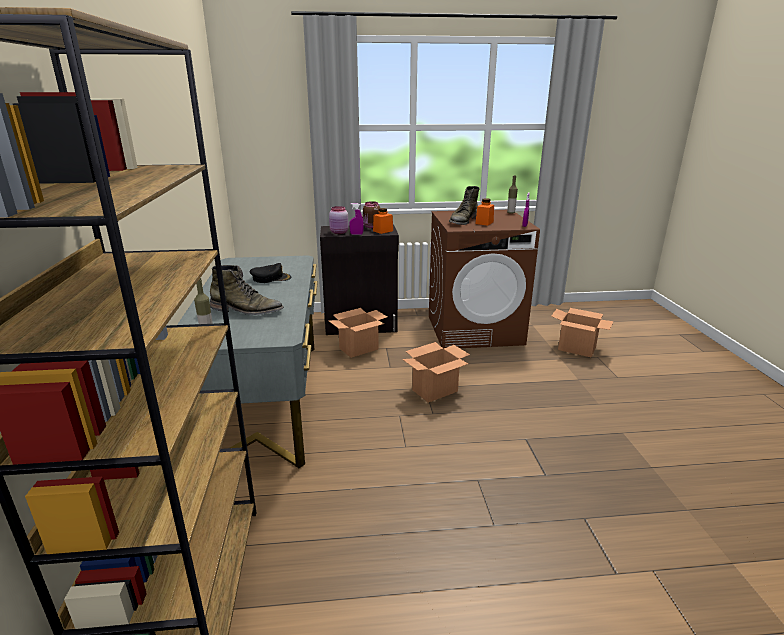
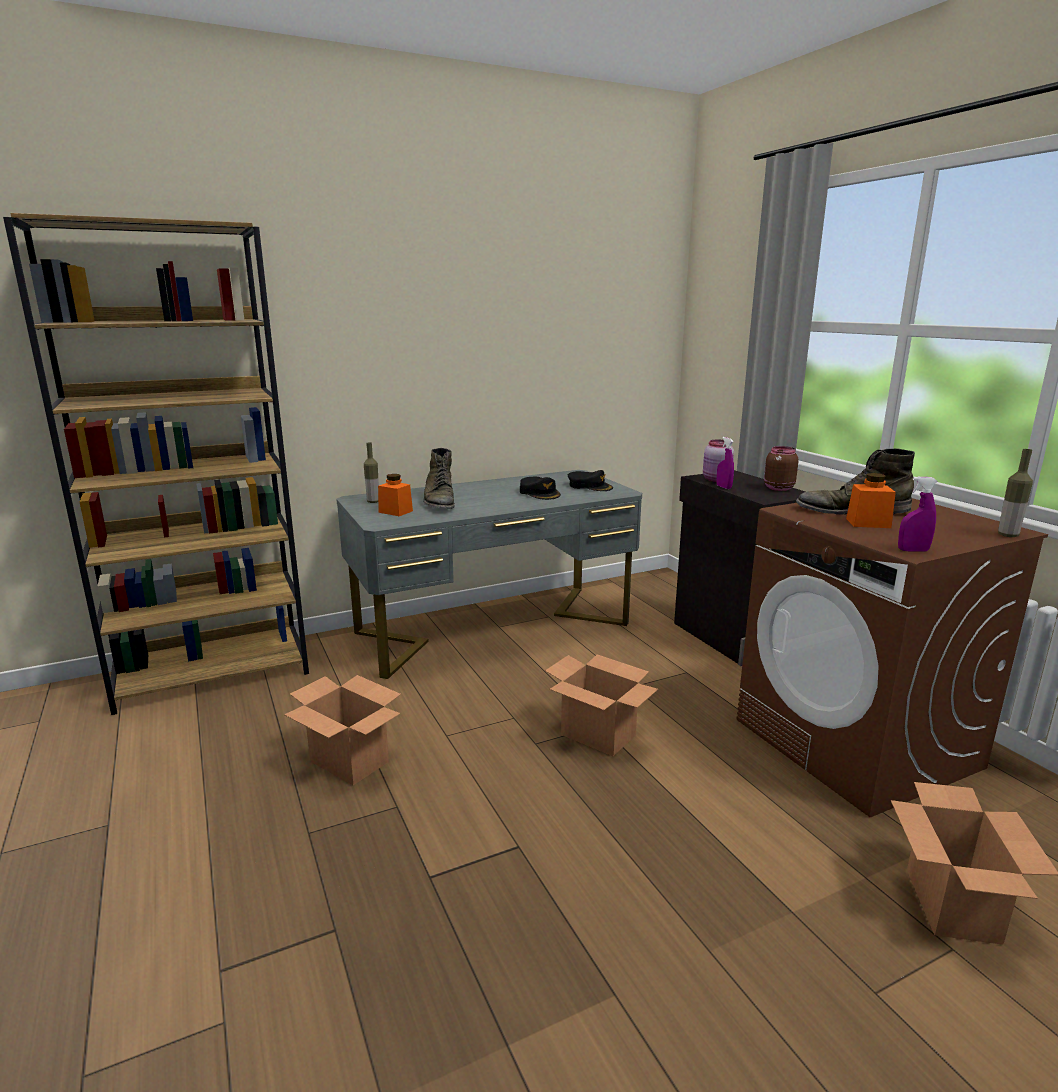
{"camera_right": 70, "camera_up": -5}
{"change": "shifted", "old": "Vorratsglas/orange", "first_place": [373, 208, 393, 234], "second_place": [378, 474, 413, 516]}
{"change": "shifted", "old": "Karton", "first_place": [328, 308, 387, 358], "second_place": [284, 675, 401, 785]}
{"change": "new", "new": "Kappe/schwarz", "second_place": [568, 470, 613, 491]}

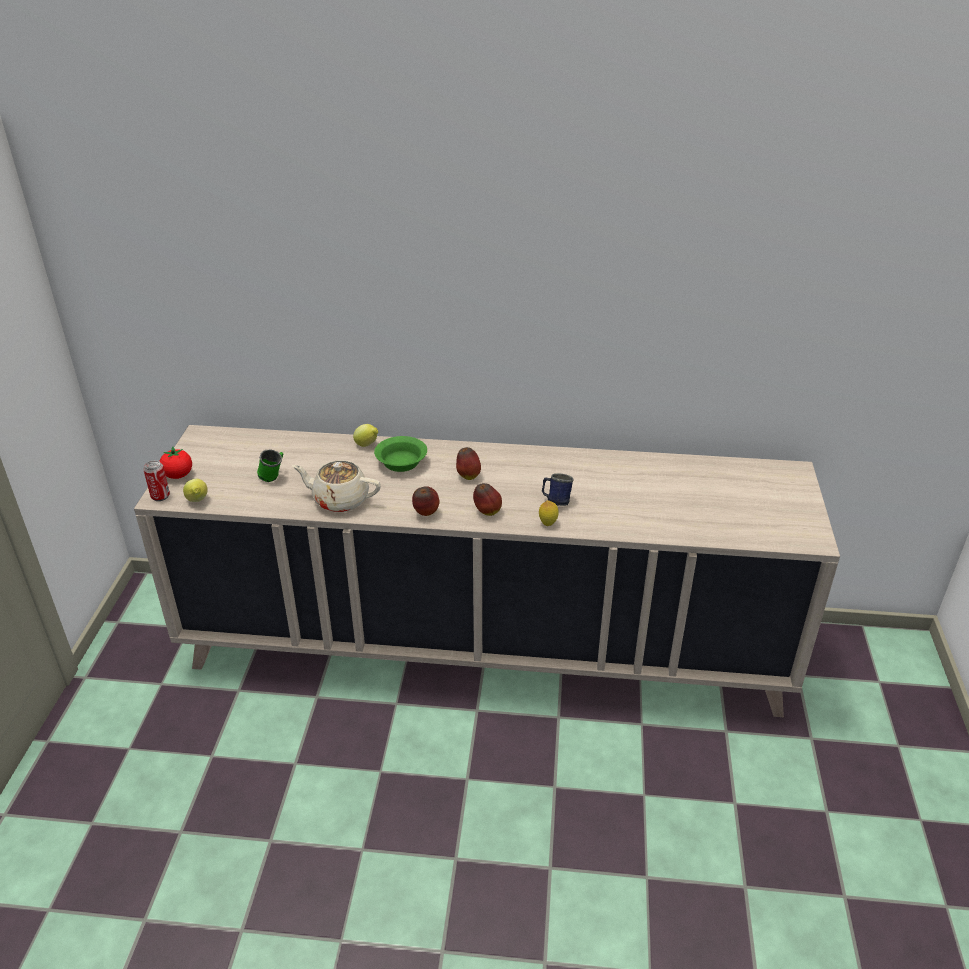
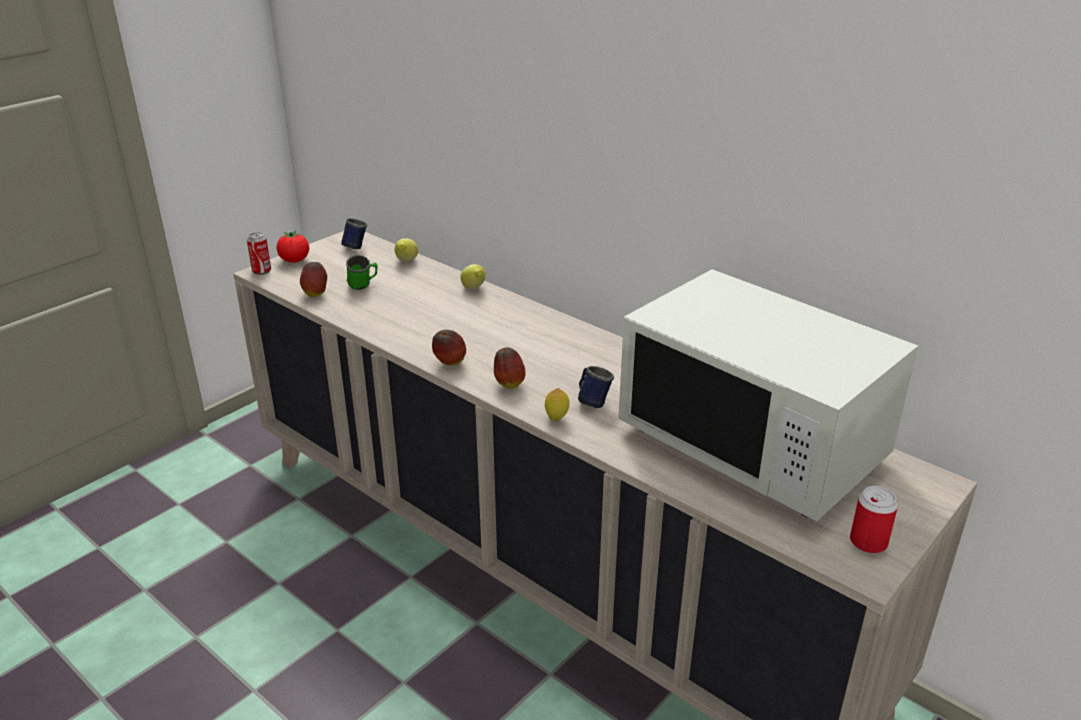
{"camera_right": 35, "camera_up": -5}
{"change": "gone", "old": "Schüssel/grün", "first_place": [374, 436, 427, 472]}
{"change": "shifted", "old": "Apfel", "first_place": [456, 447, 481, 480], "second_place": [300, 262, 327, 297]}
{"change": "gone", "old": "Teekanne/beige", "first_place": [292, 460, 381, 512]}
{"change": "shifted", "old": "Zitrone", "first_place": [183, 479, 208, 502], "second_place": [395, 238, 418, 262]}
{"change": "new", "new": "Henkelbecher/blau", "second_place": [341, 218, 367, 249]}
{"change": "new", "new": "Mikrowelle/weiß", "second_place": [618, 269, 918, 522]}
{"change": "new", "new": "Dose", "second_place": [850, 486, 898, 554]}

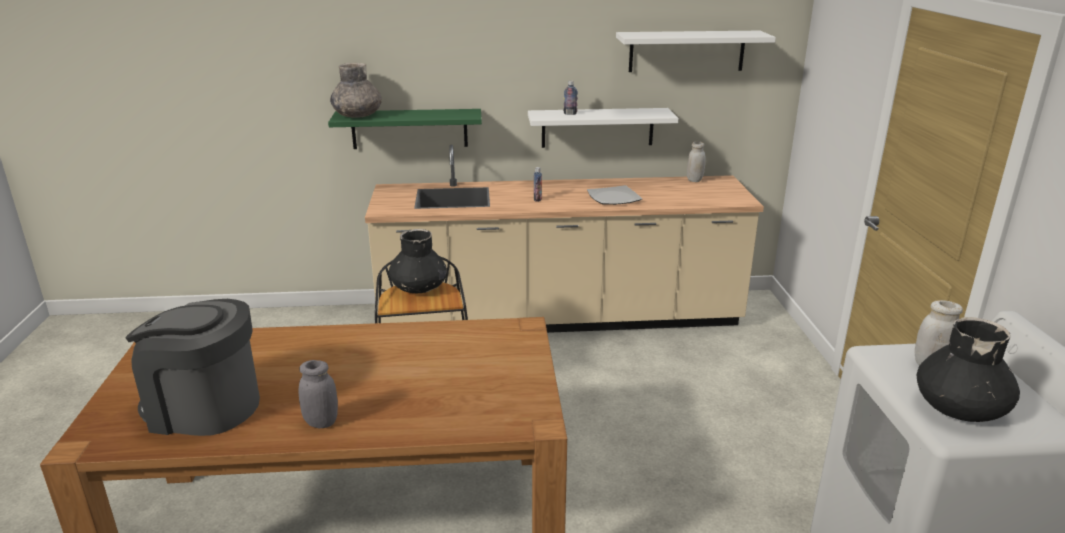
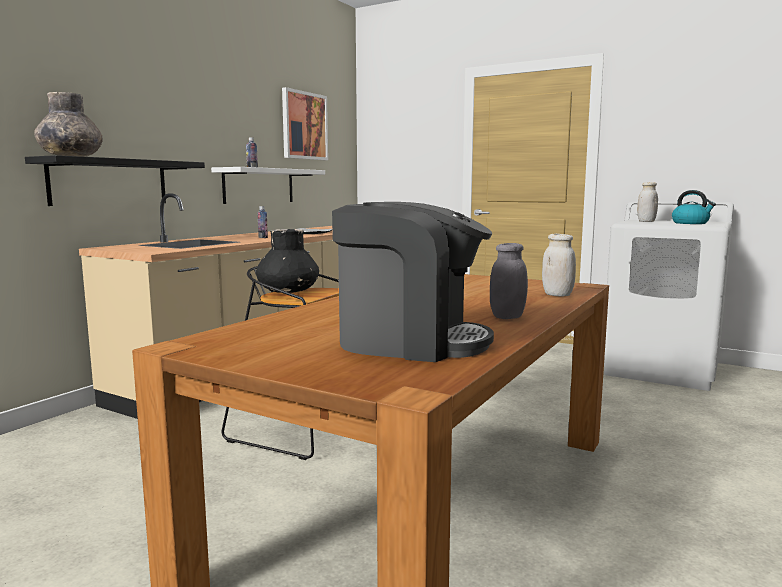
{"camera_right": -55, "camera_up": -15}
{"change": "swapped", "old": "Wandregal/weiß", "new": "Bild", "first_place": [616, 31, 776, 72], "second_place": [282, 87, 328, 160]}
{"change": "repainted", "old": "Wandregal/grün", "new": "Wandregal/schwarz", "first_place": [328, 109, 482, 149], "second_place": [25, 155, 205, 206]}
{"change": "shifted", "old": "Vorratsglas/weiß", "first_place": [687, 141, 706, 182], "second_place": [542, 234, 576, 296]}
{"change": "rotated", "old": "Kaffeemaschine", "first_place": [125, 299, 260, 436], "second_place": [332, 202, 494, 362], "degrees": -120}
{"change": "swapped", "old": "Vase/schwarz", "new": "Wasserkessel", "first_place": [917, 317, 1020, 422], "second_place": [672, 190, 716, 224]}

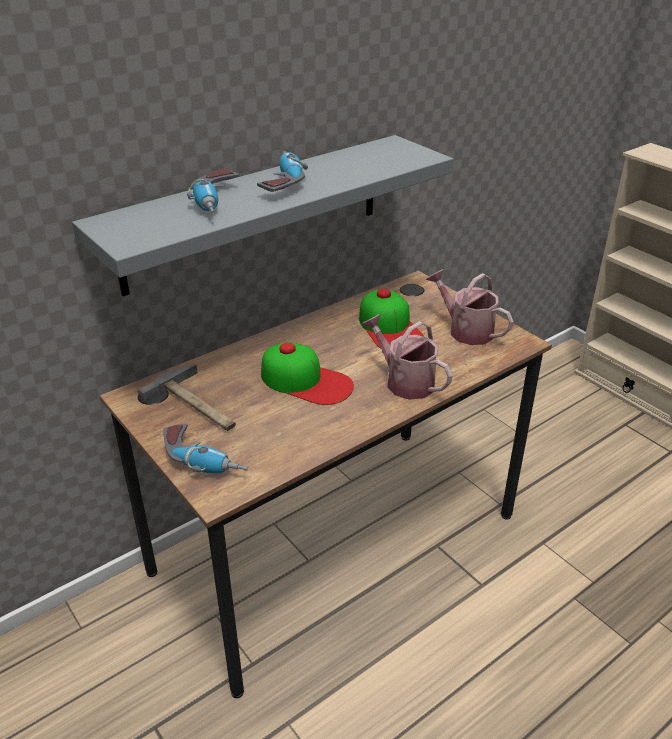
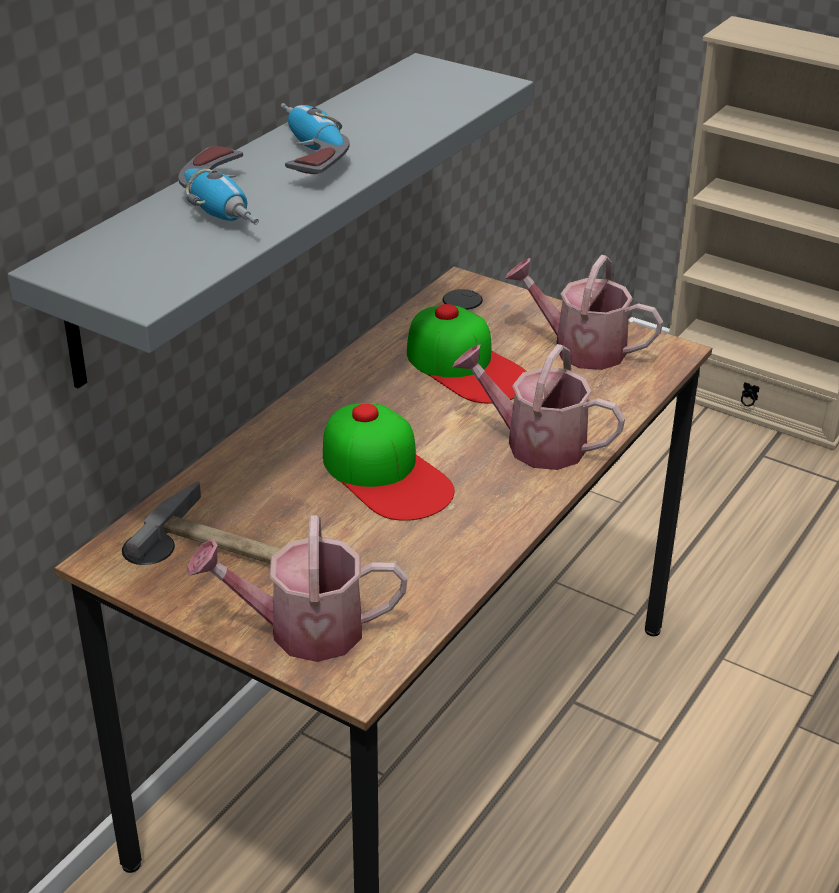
{"camera_right": -20, "camera_up": 0}
{"change": "rotated", "old": "Kappe", "first_place": [261, 342, 354, 405], "second_place": [323, 403, 455, 521], "degrees": 45}
{"change": "swapped", "old": "Bohrmaschine", "new": "Gießkanne", "first_place": [163, 423, 248, 473], "second_place": [186, 515, 407, 662]}

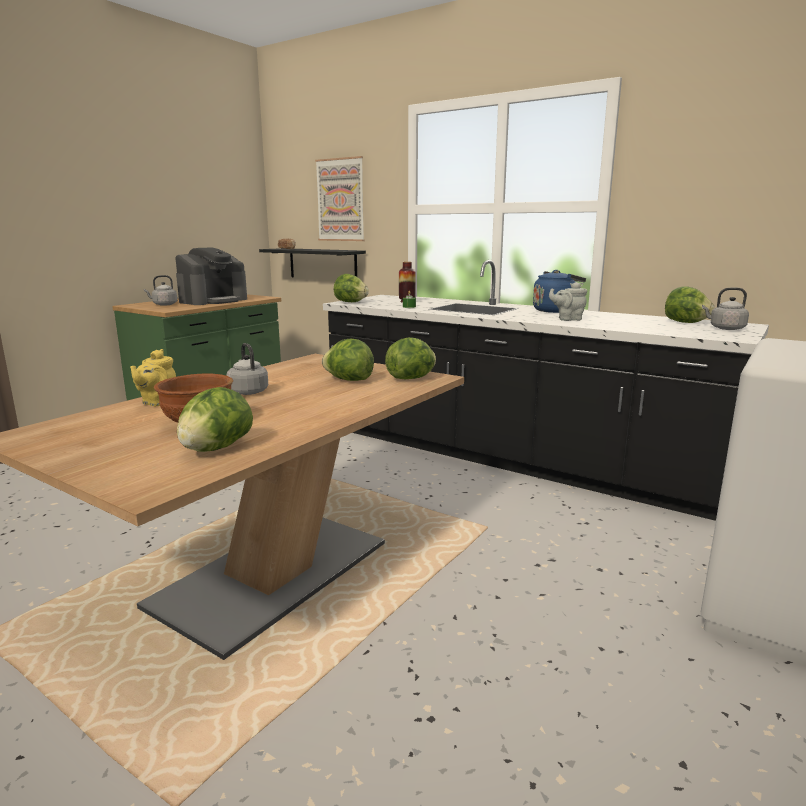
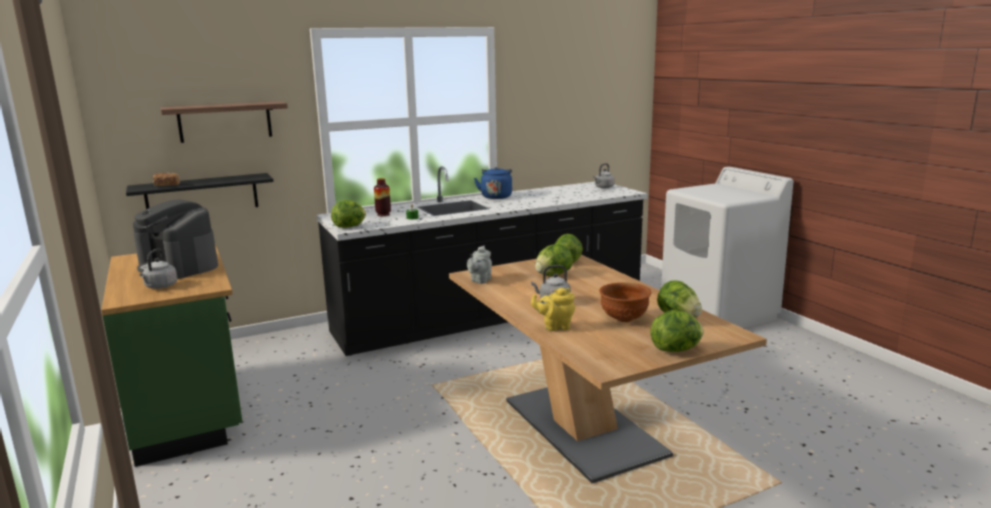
{"camera_right": -60, "camera_up": 0}
{"change": "swapped", "old": "Bild", "new": "Wandregal", "first_place": [315, 156, 365, 241], "second_place": [161, 101, 288, 143]}
{"change": "rotated", "old": "Kaffeemaschine", "first_place": [175, 247, 247, 305], "second_place": [133, 199, 218, 279], "degrees": 150}
{"change": "shifted", "old": "Teekanne/grau", "first_place": [549, 282, 587, 321], "second_place": [467, 246, 492, 284]}
{"change": "shifted", "old": "Salatkopf", "first_place": [665, 286, 714, 323], "second_place": [650, 310, 703, 352]}
{"change": "rotated", "old": "Teekanne/gelb", "first_place": [130, 349, 176, 406], "second_place": [531, 288, 575, 331], "degrees": 135}

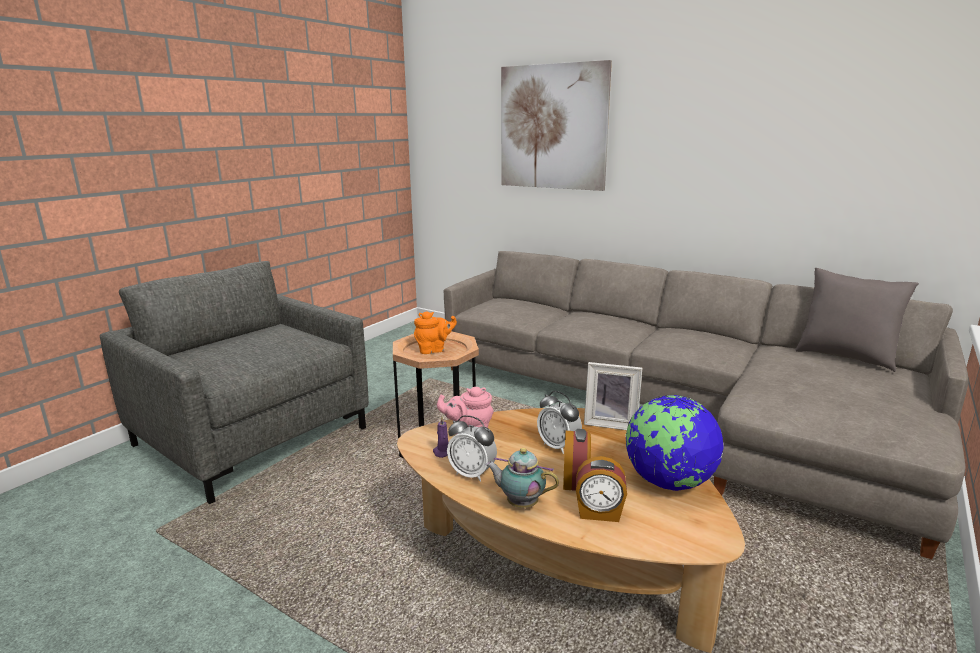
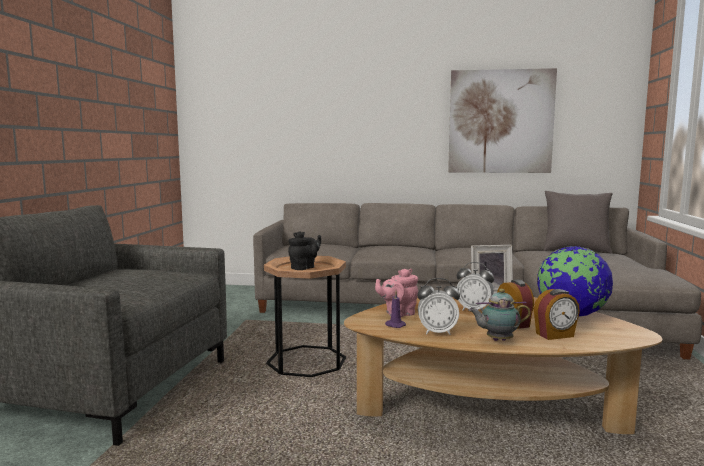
{"camera_right": -25, "camera_up": -10}
{"change": "shifted", "old": "Bild", "first_place": [501, 60, 612, 191], "second_place": [448, 68, 557, 173]}
{"change": "repainted", "old": "Teekanne/orange", "new": "Teekanne/schwarz", "first_place": [414, 311, 457, 354], "second_place": [288, 231, 321, 270]}

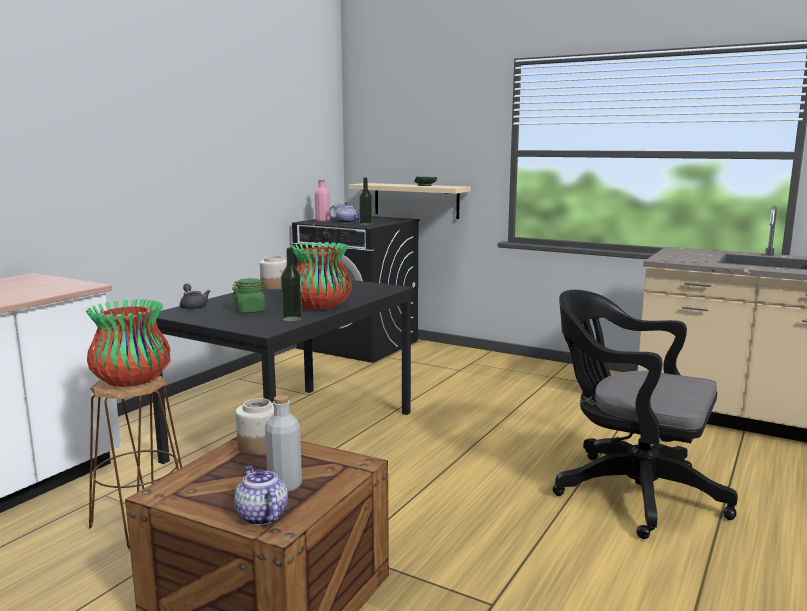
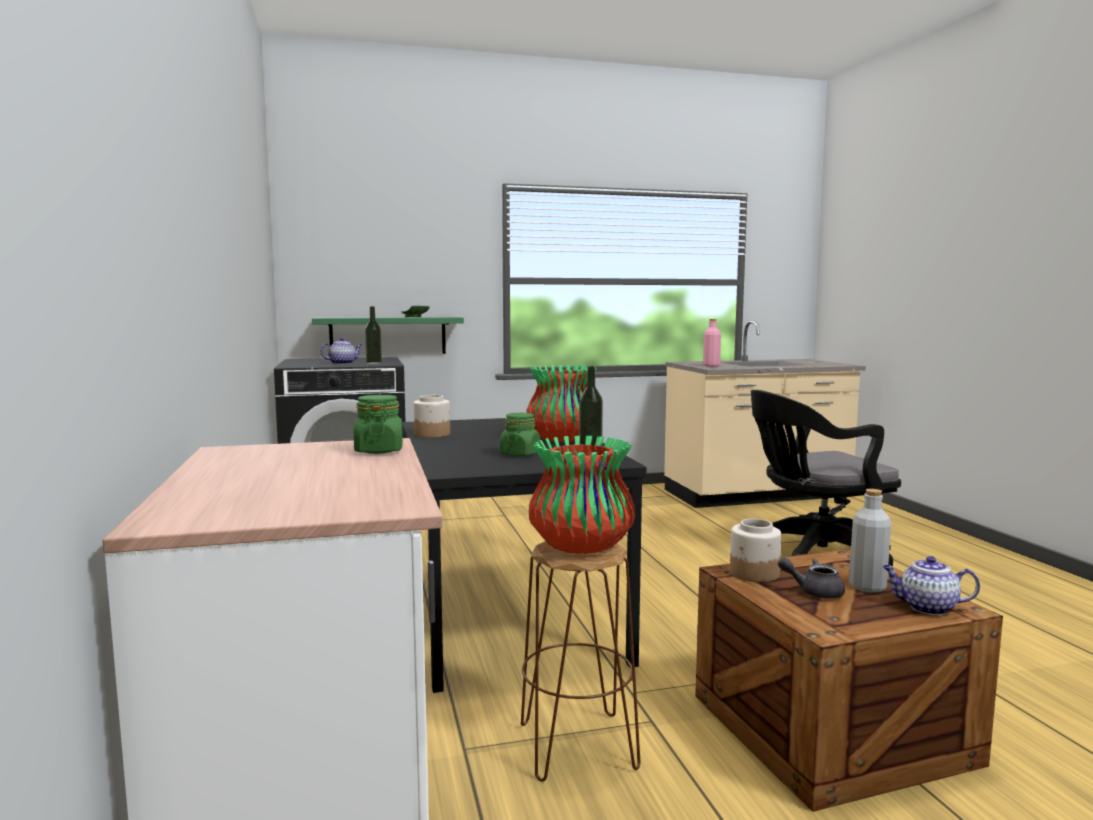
{"camera_right": -45, "camera_up": -5}
{"change": "shifted", "old": "Flasche/rosa", "first_place": [315, 180, 330, 222], "second_place": [703, 319, 721, 367]}
{"change": "repainted", "old": "Wandregal/beige", "new": "Wandregal/grün", "first_place": [348, 183, 471, 219], "second_place": [312, 317, 464, 354]}
{"change": "shifted", "old": "Teekanne/grau", "first_place": [180, 284, 210, 310], "second_place": [778, 557, 845, 598]}
{"change": "new", "new": "Vorratsglas/grün", "second_place": [354, 395, 403, 454]}

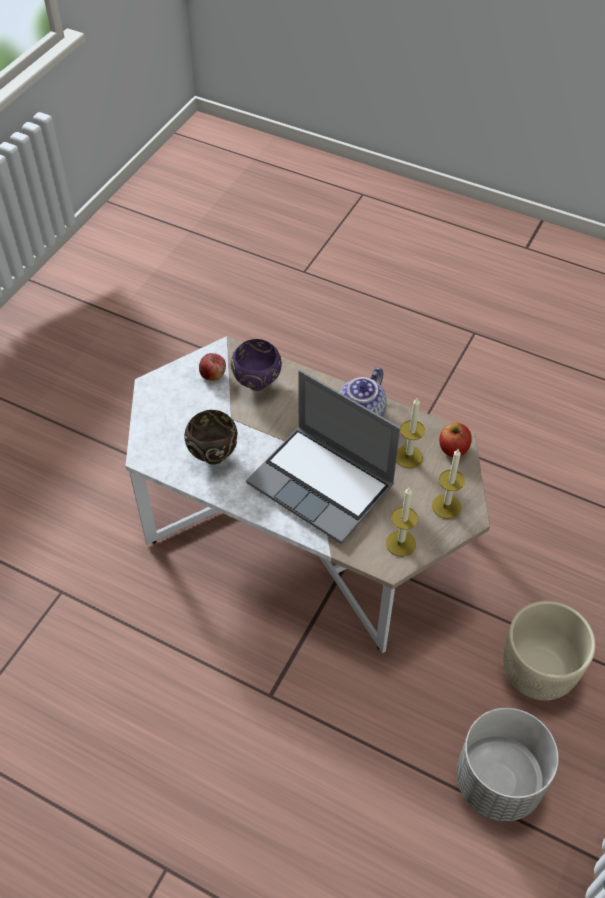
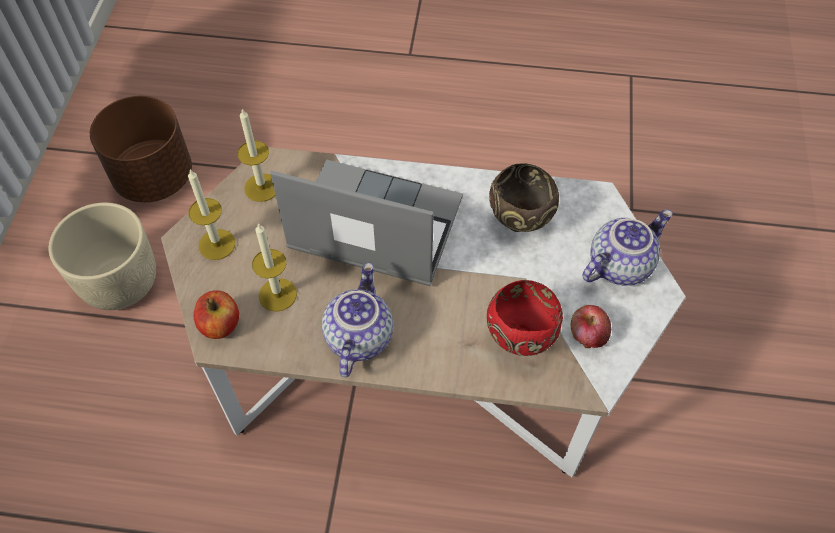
{"camera_right": 160, "camera_up": 5}
{"change": "repainted", "old": "Schüssel/lila", "new": "Schüssel/rot", "first_place": [231, 339, 282, 391], "second_place": [487, 280, 563, 356]}
{"change": "repainted", "old": "Pflanzkübel/grau", "new": "Pflanzkübel/braun", "first_place": [456, 708, 559, 822], "second_place": [90, 96, 192, 203]}
{"change": "new", "new": "Teekanne", "second_place": [583, 210, 673, 286]}

